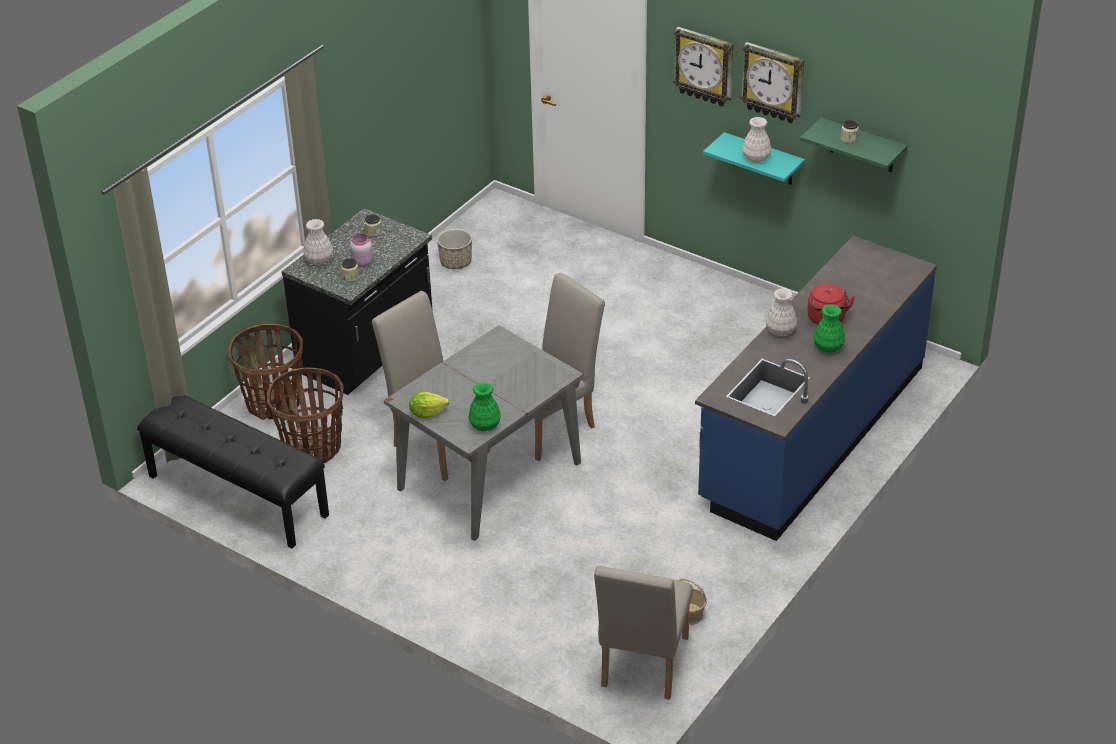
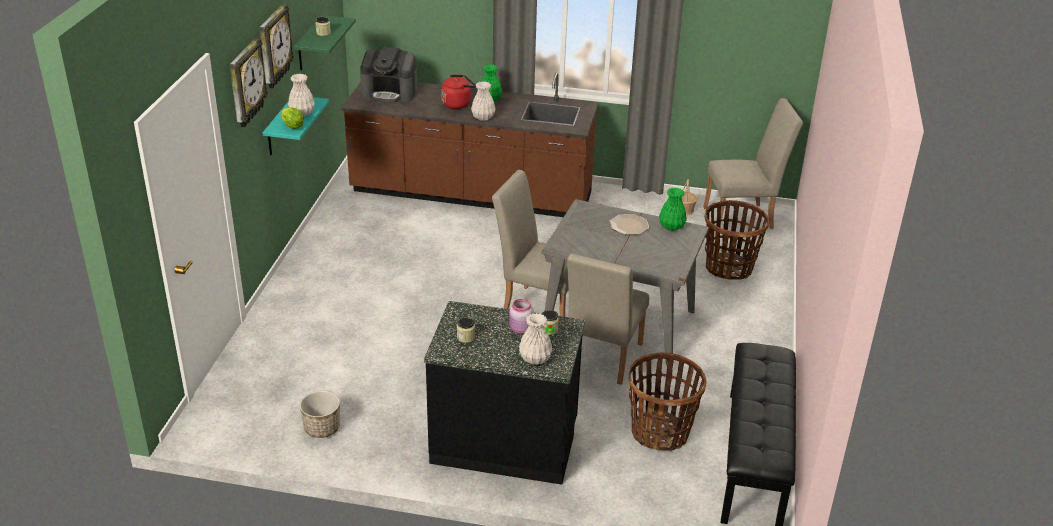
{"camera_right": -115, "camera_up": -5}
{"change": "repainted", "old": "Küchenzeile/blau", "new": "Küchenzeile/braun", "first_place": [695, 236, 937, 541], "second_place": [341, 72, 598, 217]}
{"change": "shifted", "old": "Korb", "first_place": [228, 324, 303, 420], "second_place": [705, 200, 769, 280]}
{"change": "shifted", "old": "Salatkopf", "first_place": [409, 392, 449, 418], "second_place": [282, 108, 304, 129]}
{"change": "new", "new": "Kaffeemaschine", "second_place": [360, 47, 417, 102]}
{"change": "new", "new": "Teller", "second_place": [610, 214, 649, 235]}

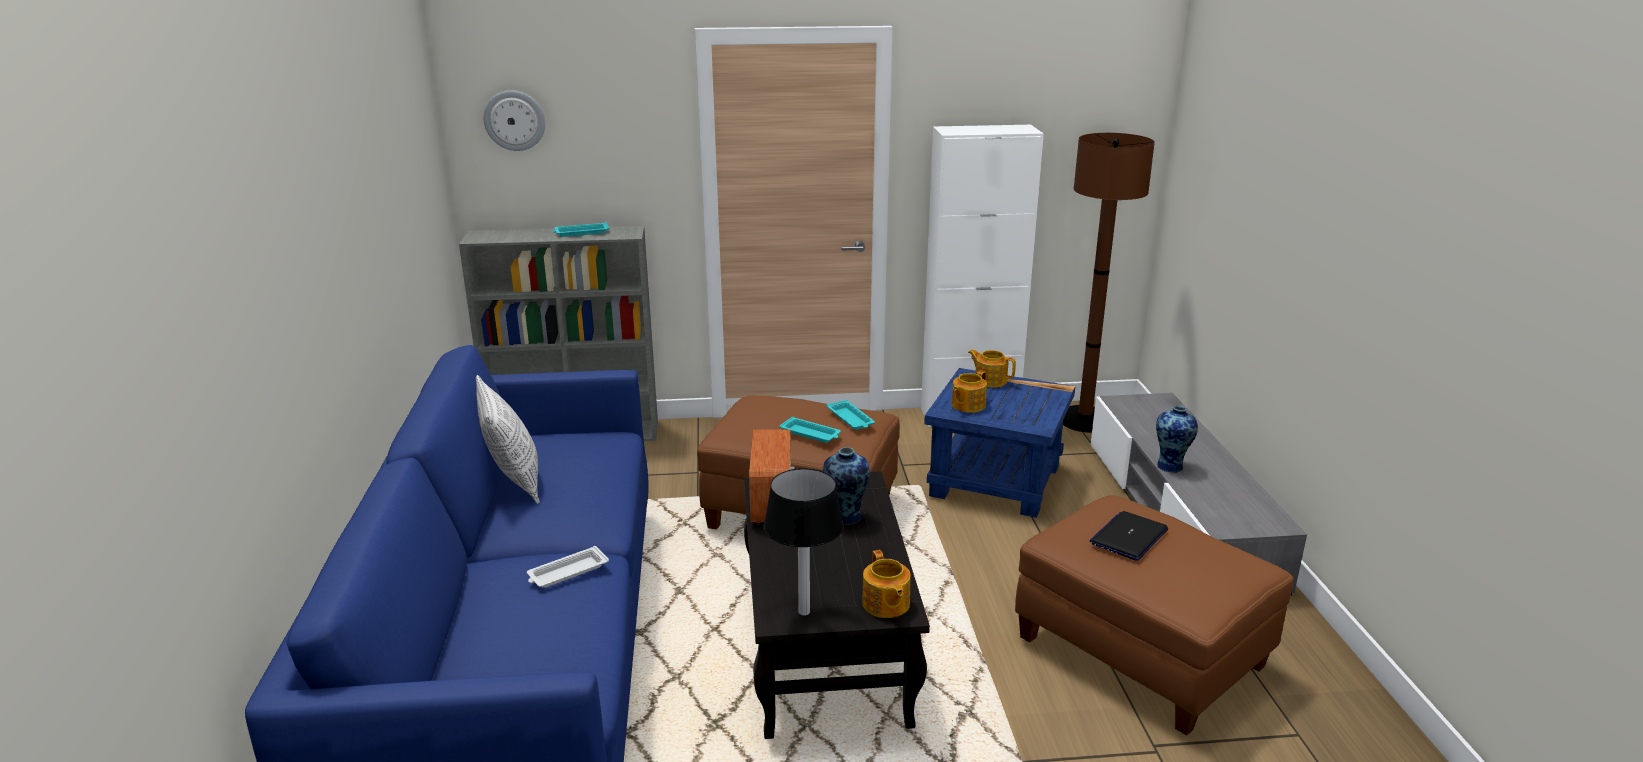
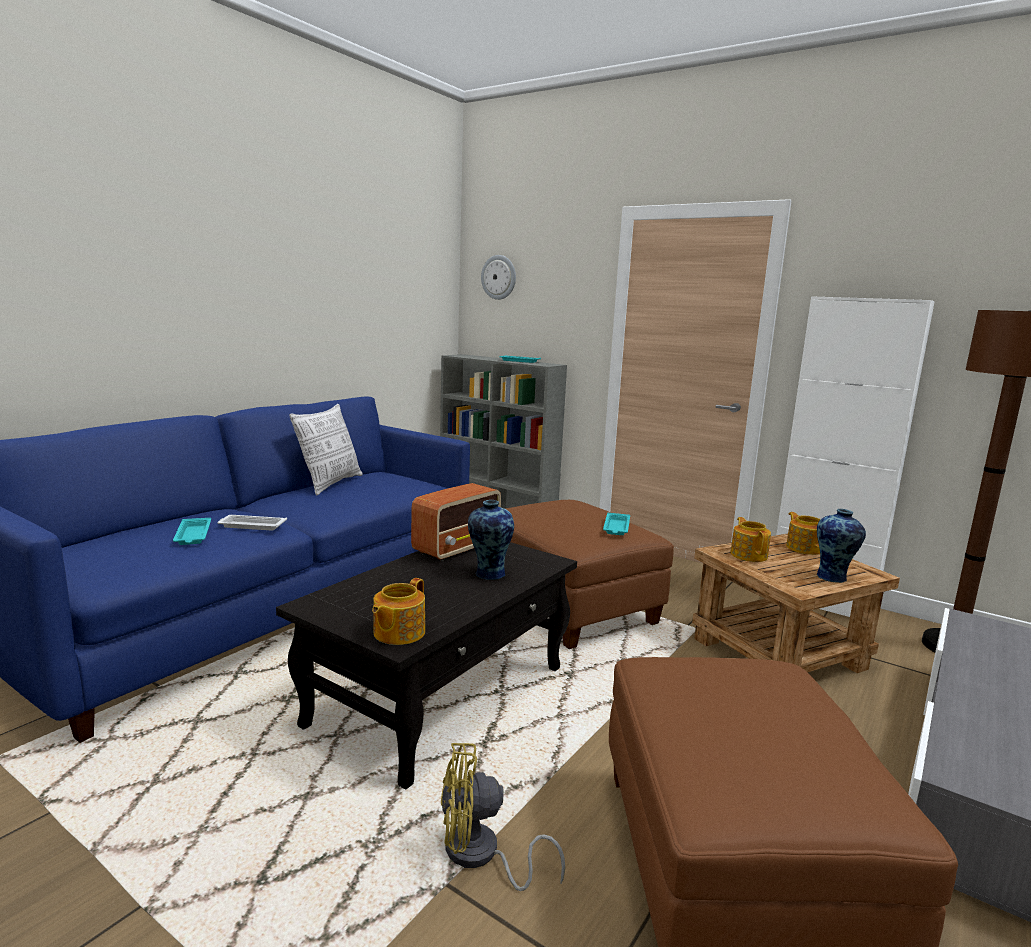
{"camera_right": 40, "camera_up": -10}
{"change": "repainted", "old": "Beistelltisch/blau", "new": "Beistelltisch/braun", "first_place": [924, 368, 1076, 518], "second_place": [692, 534, 900, 673]}
{"change": "rotated", "old": "Teekanne", "first_place": [952, 370, 987, 413], "second_place": [730, 517, 771, 562], "degrees": 90}
{"change": "shifted", "old": "Vase", "first_place": [1156, 405, 1198, 473], "second_place": [817, 509, 866, 583]}
{"change": "shifted", "old": "Tablett/türkis", "first_place": [780, 417, 841, 443], "second_place": [173, 518, 211, 545]}
{"change": "gone", "old": "Tischlampe", "first_place": [764, 468, 844, 616]}
{"change": "gone", "old": "Laptop", "first_place": [1090, 511, 1168, 561]}
{"change": "new", "new": "Ventilator/gelb", "second_place": [441, 743, 565, 891]}

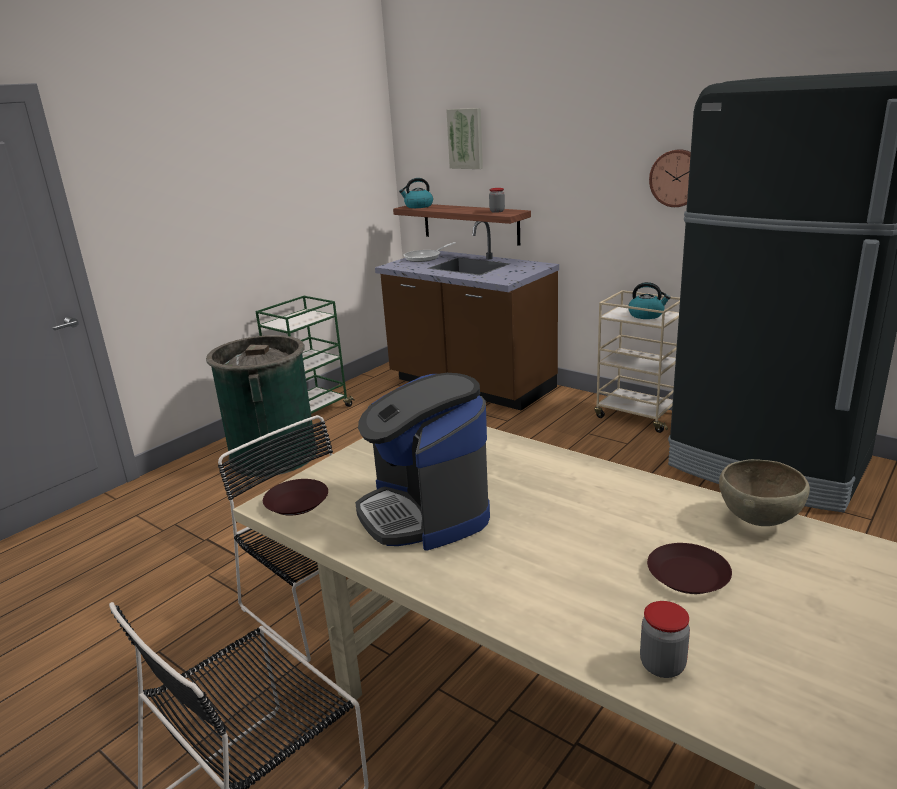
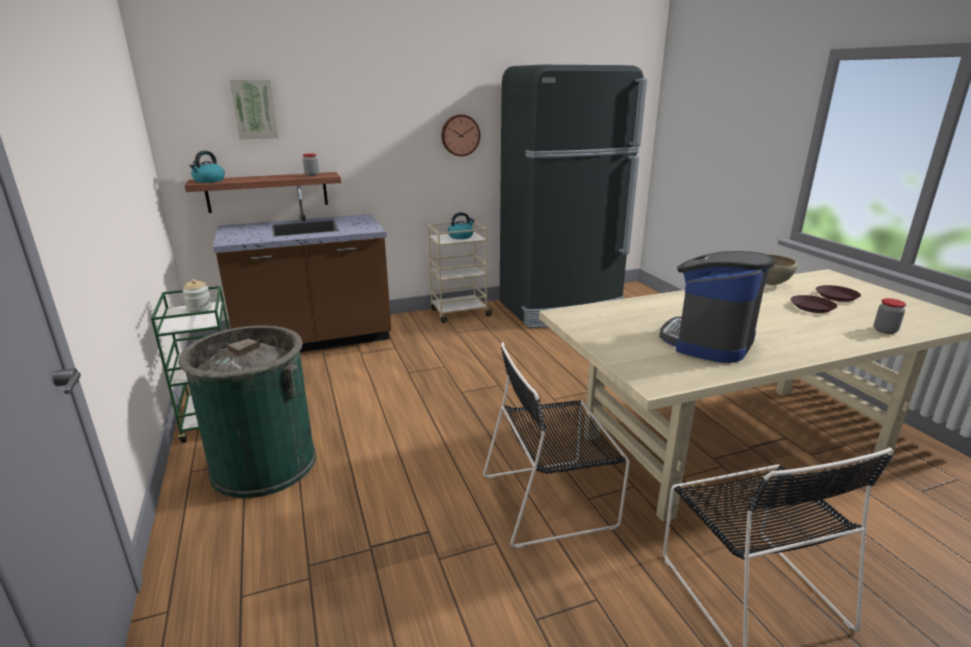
{"camera_right": -60, "camera_up": 0}
{"change": "gone", "old": "Pfanne", "first_place": [403, 242, 456, 262]}
{"change": "rotated", "old": "Kaffeemaschine", "first_place": [355, 373, 490, 551], "second_place": [659, 251, 775, 363], "degrees": 120}
{"change": "shifted", "old": "Teller/braun", "first_place": [263, 479, 328, 516], "second_place": [816, 285, 861, 302]}
{"change": "new", "new": "Vorratsglas", "second_place": [183, 279, 212, 313]}

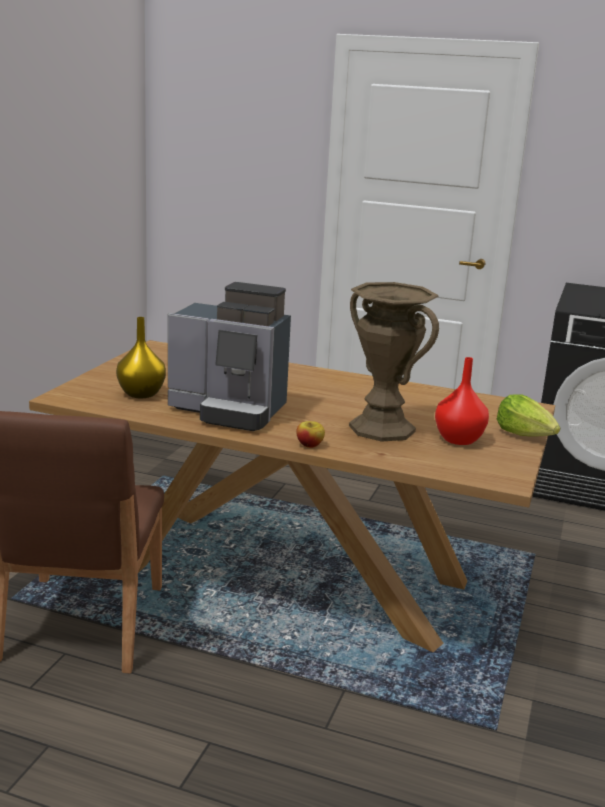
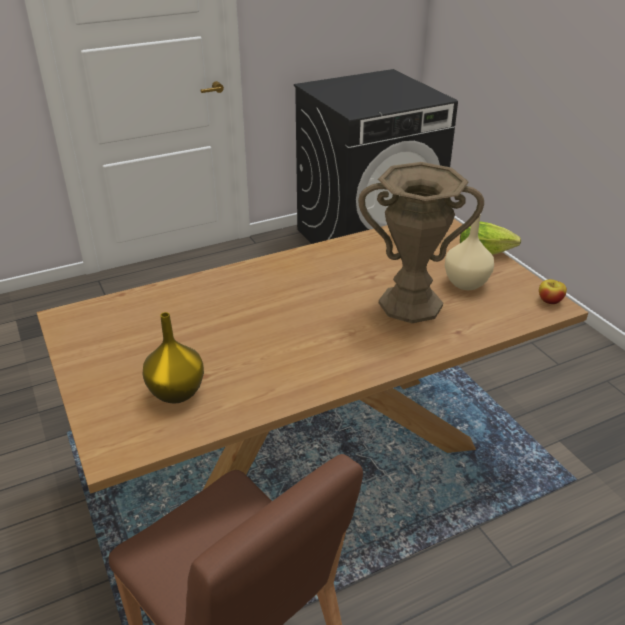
{"camera_right": -45, "camera_up": 15}
{"change": "gone", "old": "Kaffeemaschine", "first_place": [168, 282, 291, 431]}
{"change": "repainted", "old": "Vase/rot", "new": "Vase/beige", "first_place": [435, 357, 489, 445], "second_place": [445, 214, 494, 290]}
{"change": "shifted", "old": "Apfel", "first_place": [296, 421, 325, 448], "second_place": [539, 279, 567, 304]}

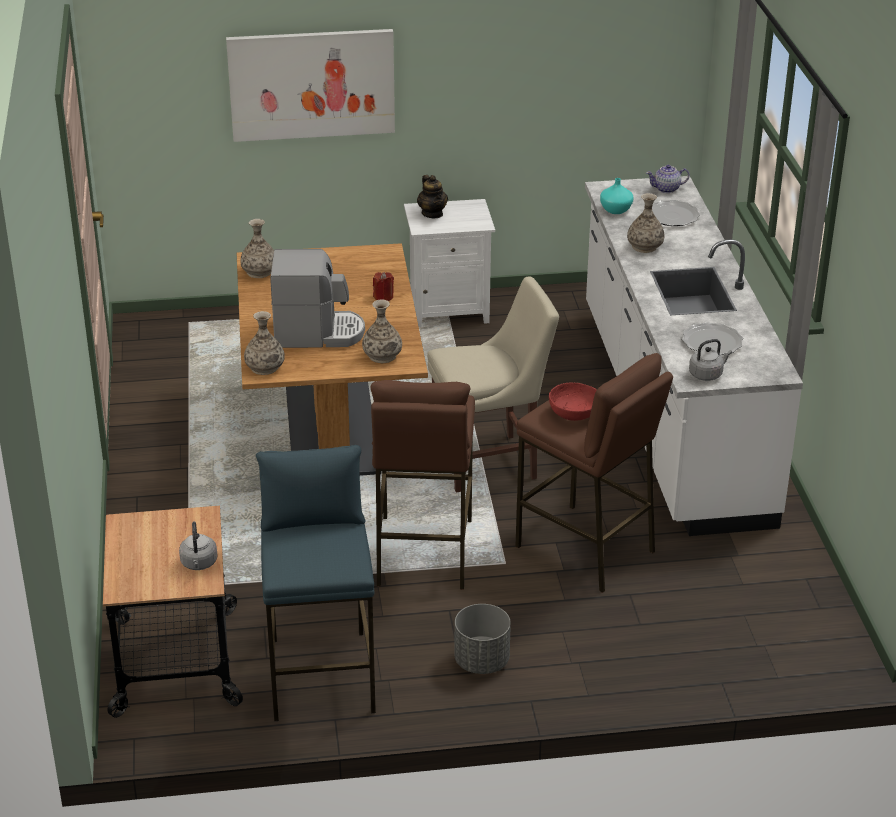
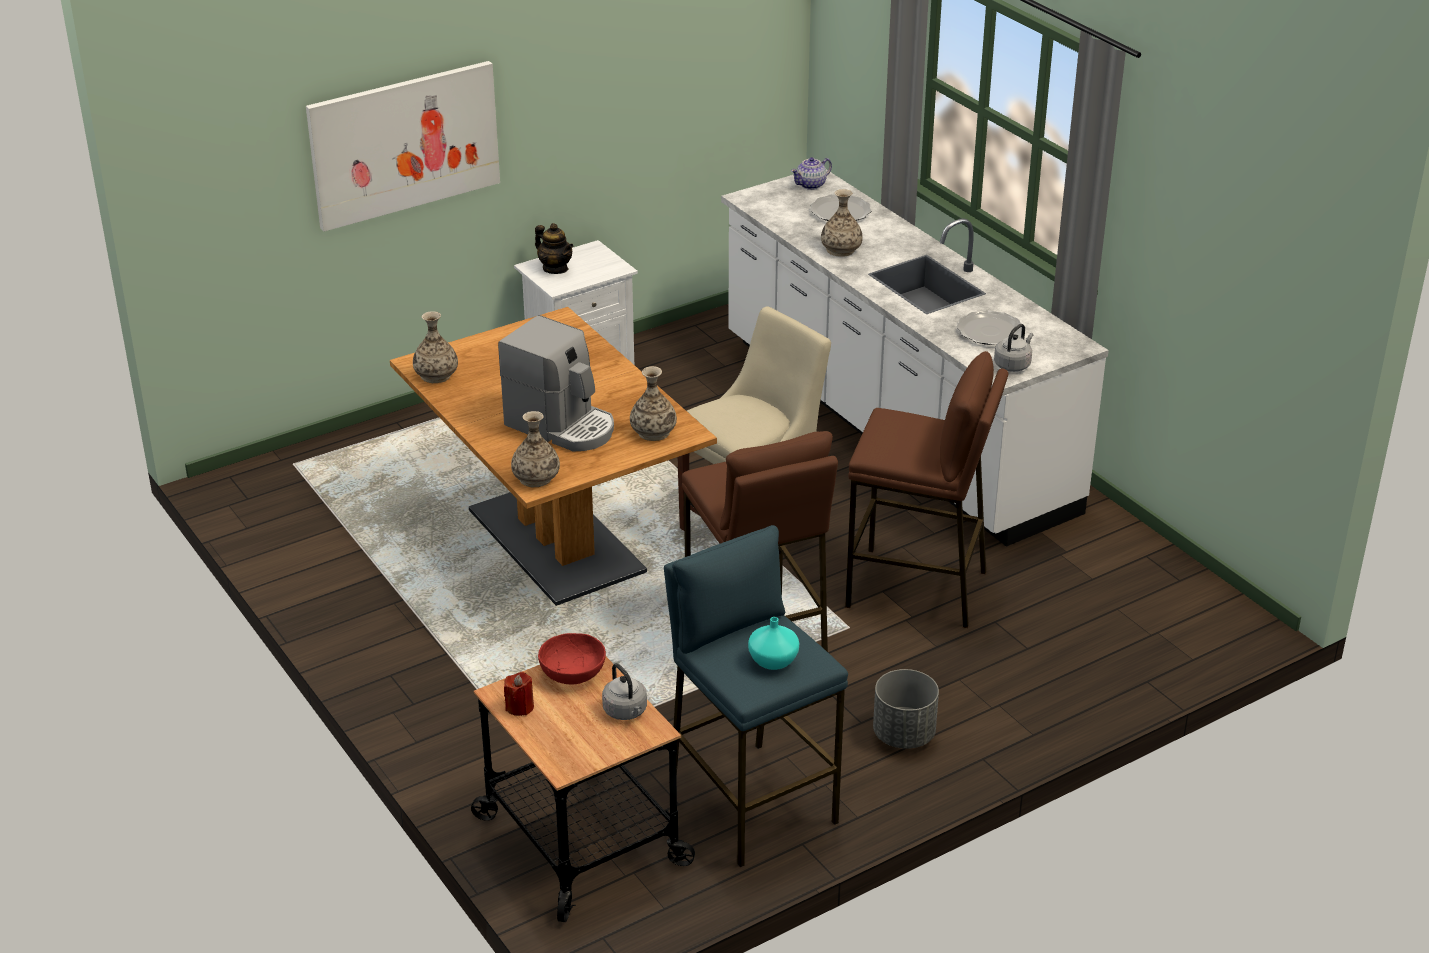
{"camera_right": -25, "camera_up": 0}
{"change": "shifted", "old": "Vase/türkis", "first_place": [600, 178, 633, 214], "second_place": [748, 617, 799, 670]}
{"change": "rotated", "old": "Kaffeemaschine", "first_place": [270, 249, 365, 348], "second_place": [498, 315, 614, 452], "degrees": 60}
{"change": "shifted", "old": "Kerze/rot", "first_place": [373, 272, 394, 301], "second_place": [504, 672, 534, 716]}
{"change": "shifted", "old": "Schüssel/rot", "first_place": [549, 383, 596, 421], "second_place": [538, 633, 606, 684]}

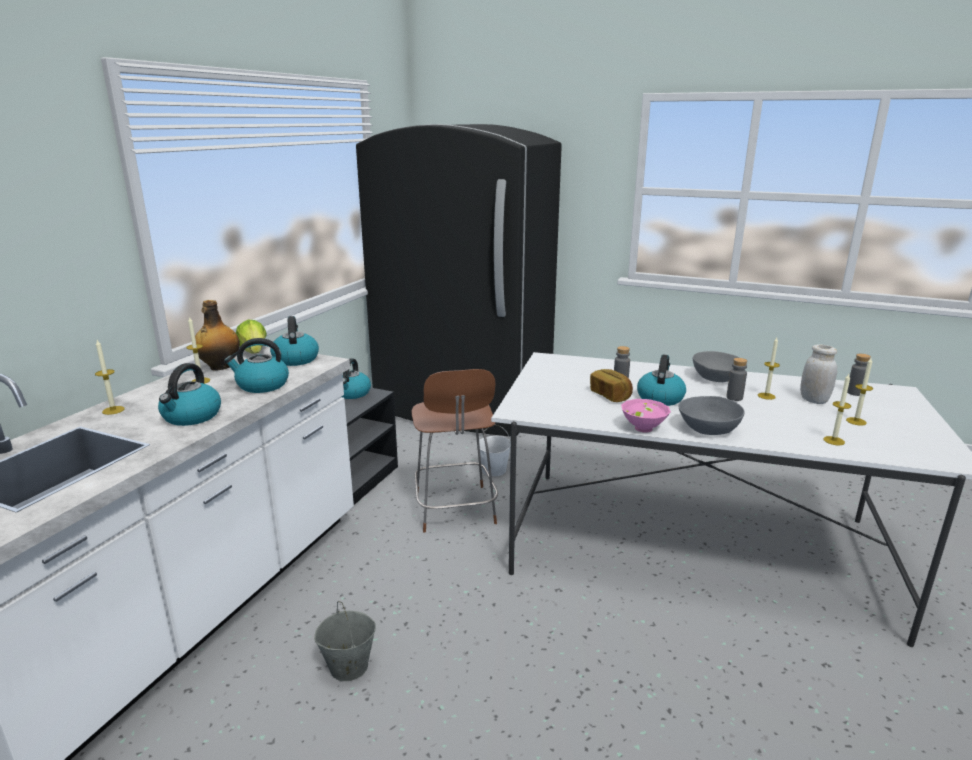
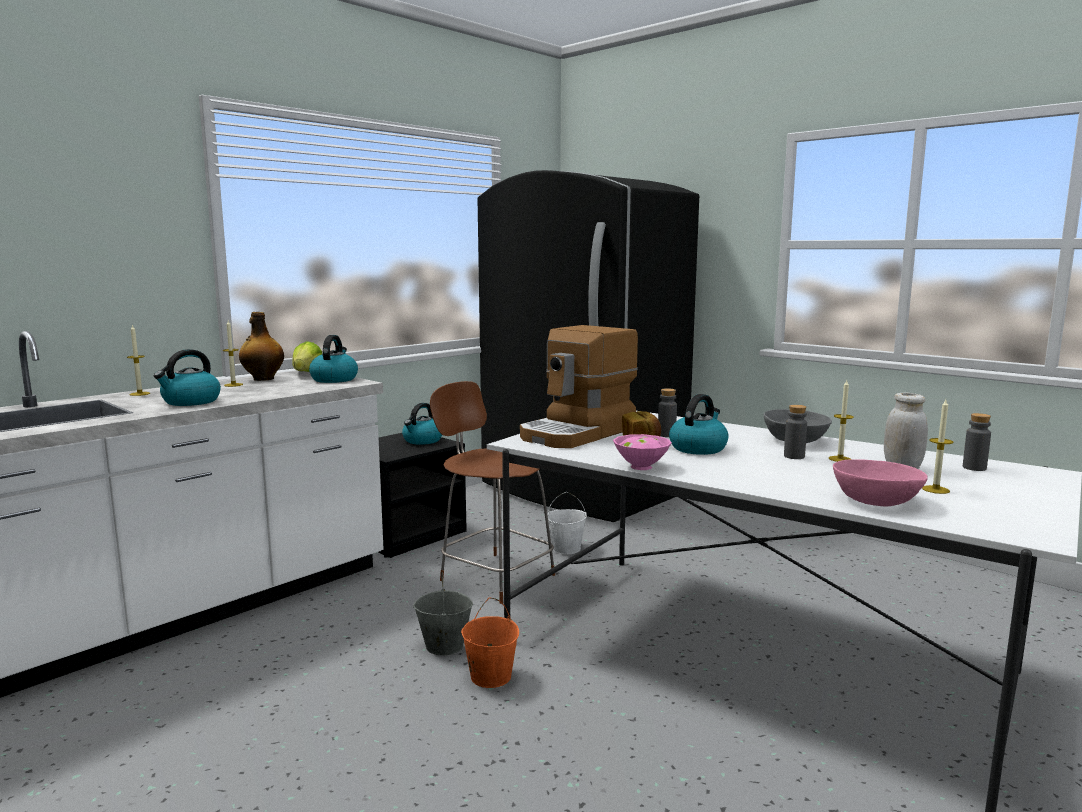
{"camera_right": 20, "camera_up": -10}
{"change": "gone", "old": "Wasserkessel", "first_place": [224, 338, 289, 393]}
{"change": "rotated", "old": "Stuhl/braun", "first_place": [412, 369, 498, 533], "second_place": [430, 381, 555, 604], "degrees": 120}
{"change": "swapped", "old": "Kerze", "new": "Schüssel/rosa", "first_place": [823, 374, 851, 445], "second_place": [833, 459, 928, 507]}
{"change": "gone", "old": "Schüssel/grau", "first_place": [679, 396, 745, 435]}
{"change": "shifted", "old": "Eimer/grau", "first_place": [314, 601, 376, 681], "second_place": [413, 572, 473, 655]}
{"change": "new", "new": "Kaffeemaschine", "second_place": [520, 325, 638, 448]}
{"change": "new", "new": "Eimer/orange", "second_place": [461, 597, 519, 688]}

